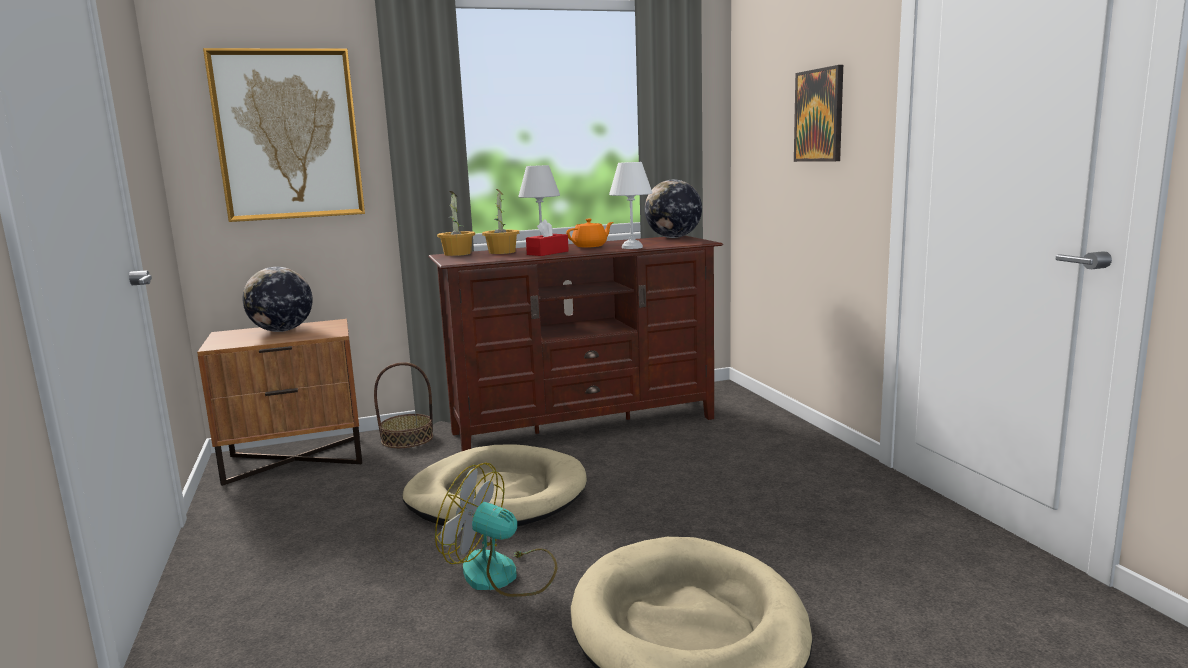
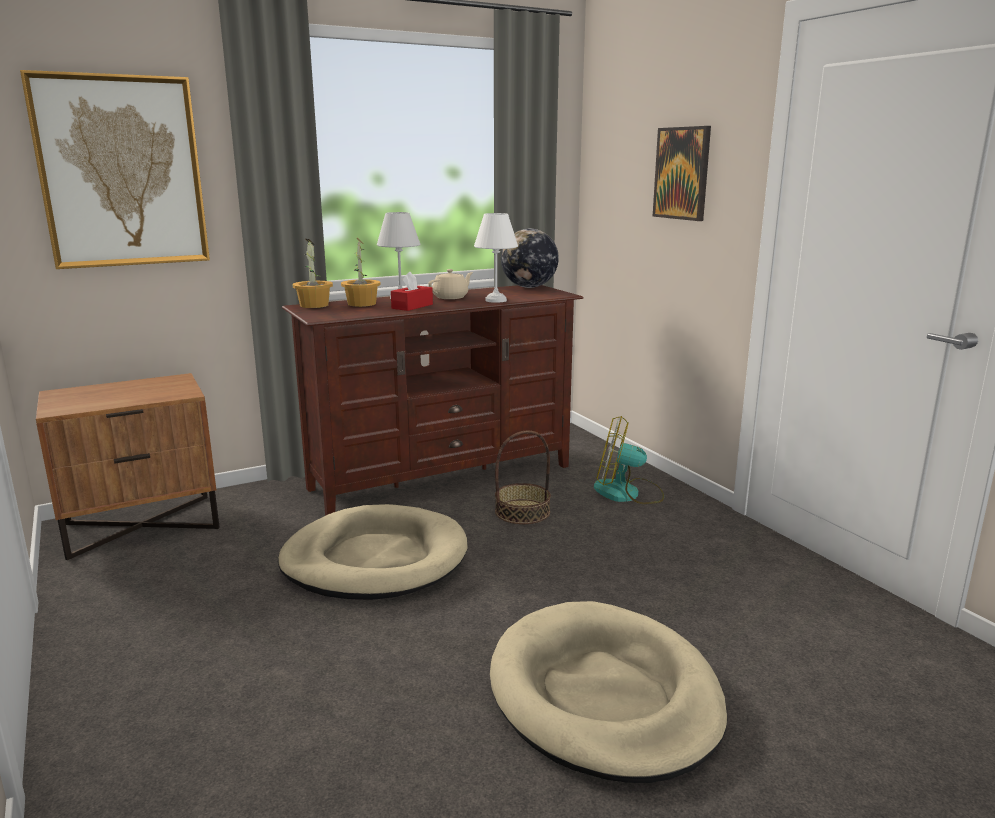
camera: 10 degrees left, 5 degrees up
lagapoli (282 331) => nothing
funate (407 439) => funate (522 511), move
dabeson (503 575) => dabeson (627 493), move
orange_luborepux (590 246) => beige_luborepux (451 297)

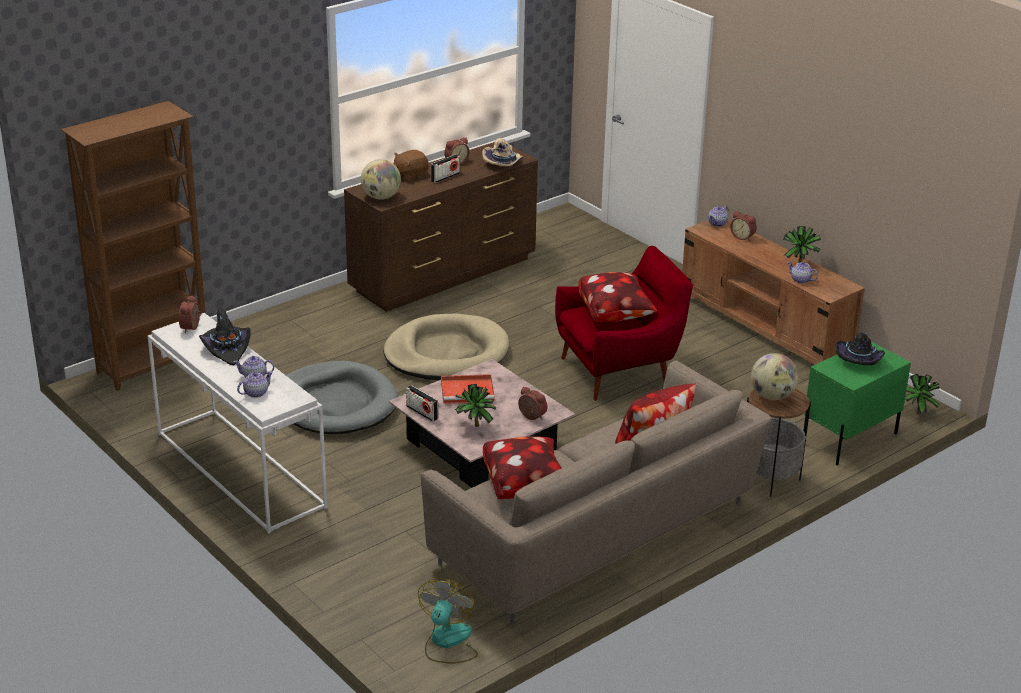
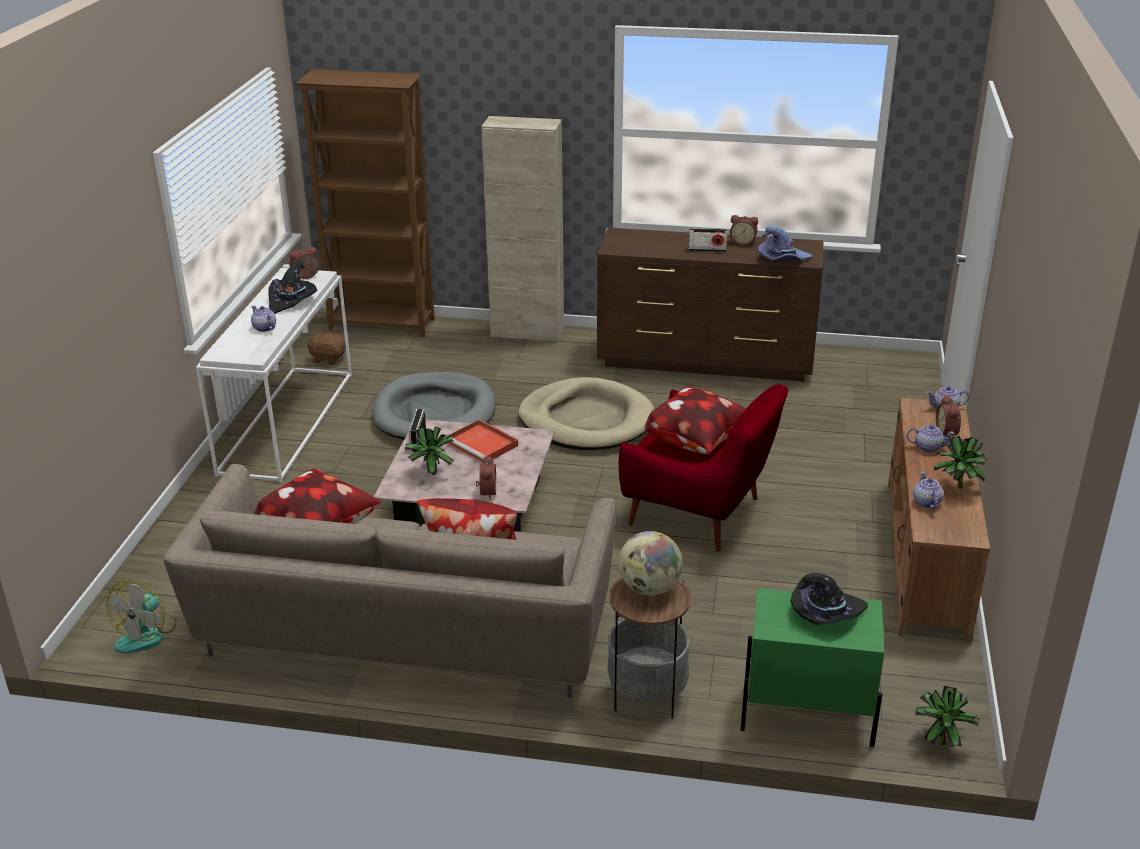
camera: 50 degrees right, 0 degrees up
lagapoli (381 197) => nothing
nothing => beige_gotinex (527 333)
luborepux (256 393) => luborepux (928 447), move
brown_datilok (410 175) => brown_datilok (328 358), move
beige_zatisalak (503 164) => purple_zatisalak (782 259)
dabeson (447 642) => dabeson (147 634), 135 degrees clockwise

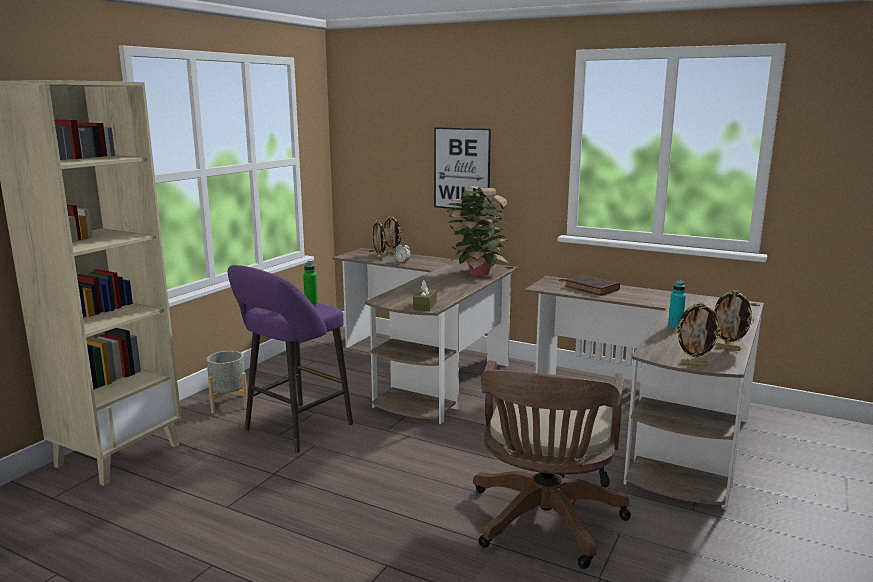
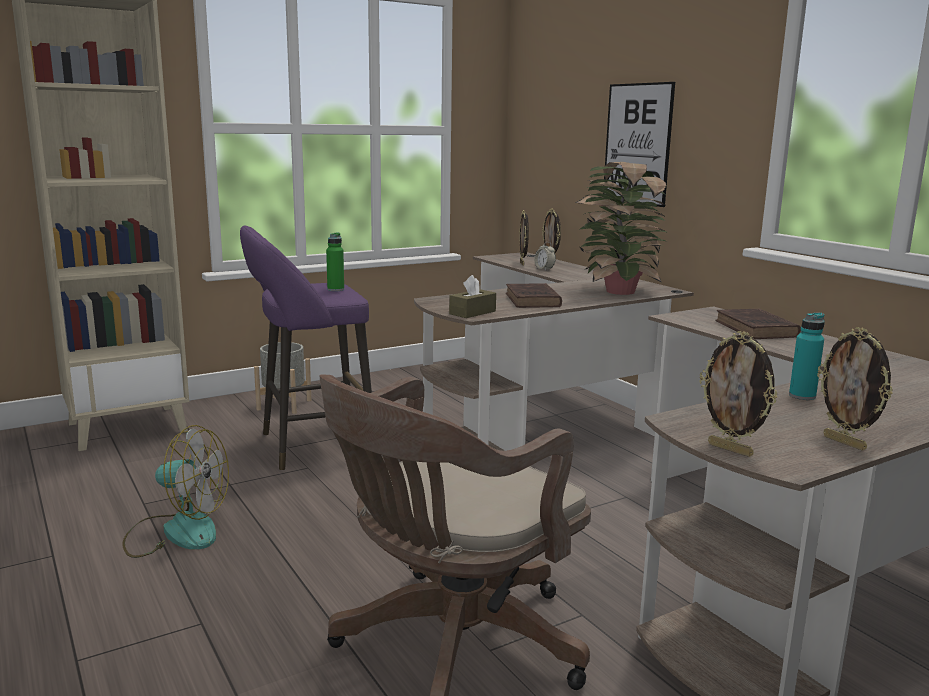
camera: 30 degrees right, 0 degrees up
nothing => dabeson (176 532)
nothing => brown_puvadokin (533 301)

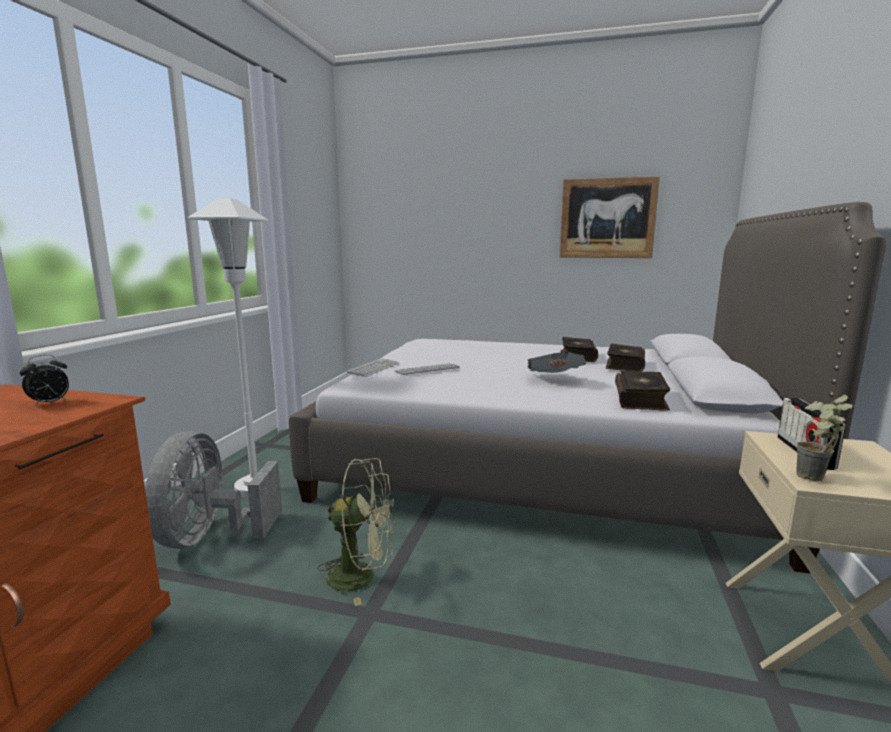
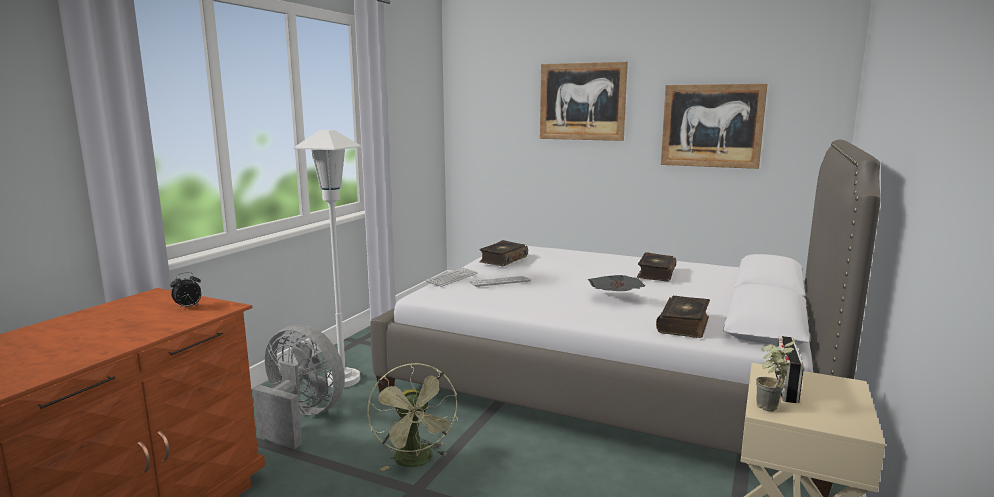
camera: 10 degrees right, 0 degrees up
nothing => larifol (582 101)
puvadokin (624 365) => puvadokin (503 260), move
grey_dabeson (210 536) => grey_dabeson (301 418), 105 degrees clockwise
green_dabeson (362 576) => green_dabeson (416 462), 60 degrees clockwise

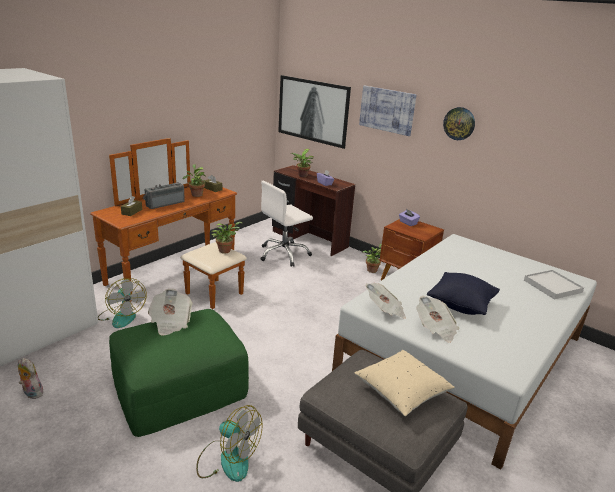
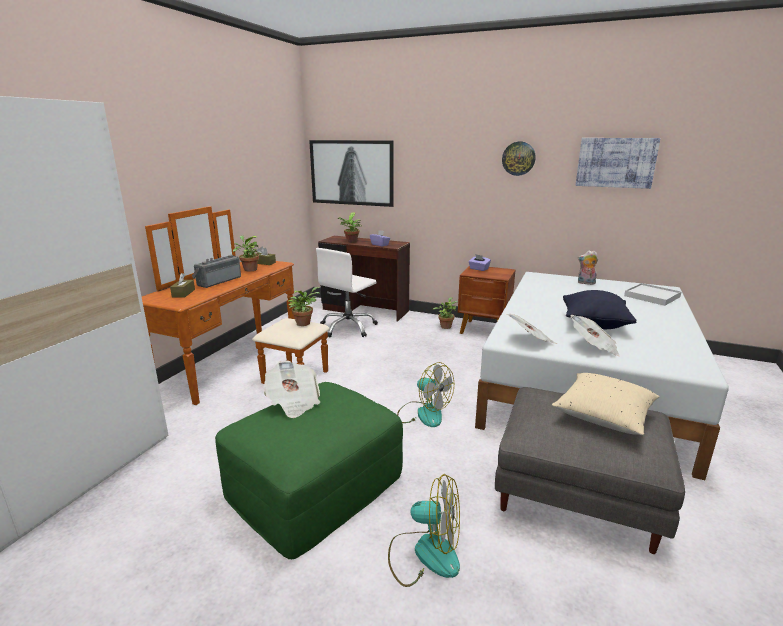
camera: 15 degrees left, 5 degrees down
datilok (31 393) => datilok (585 283), move
dabeson (122 316) => dabeson (423 413), move
larifol (387 110) => larifol (616 162), move

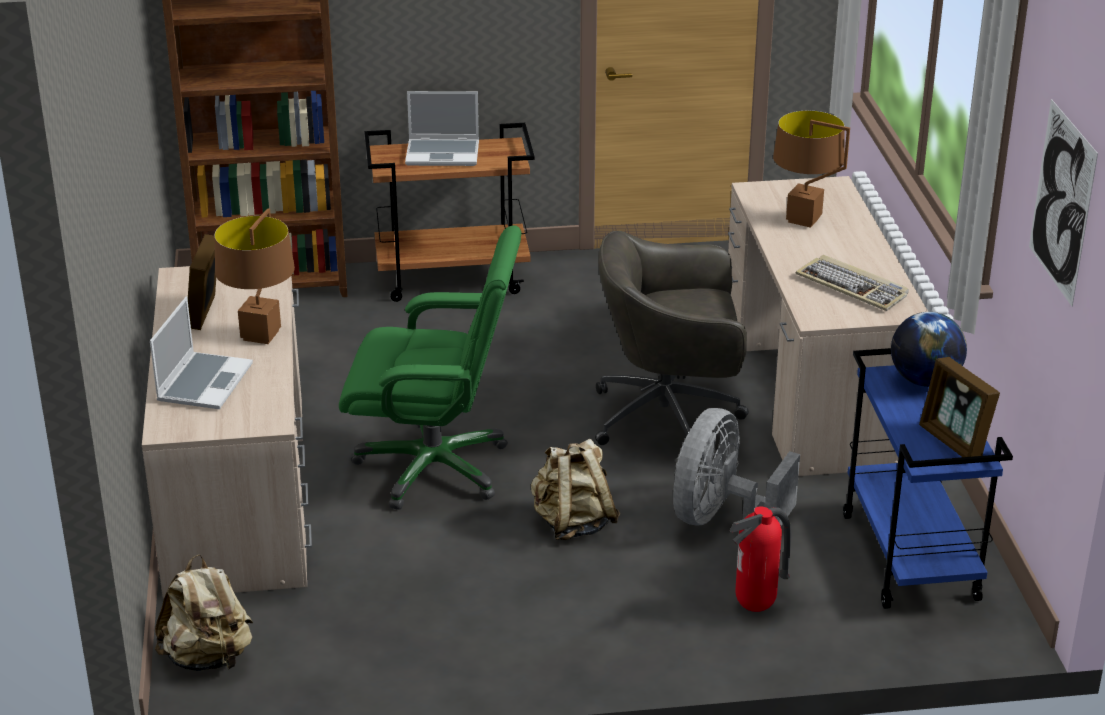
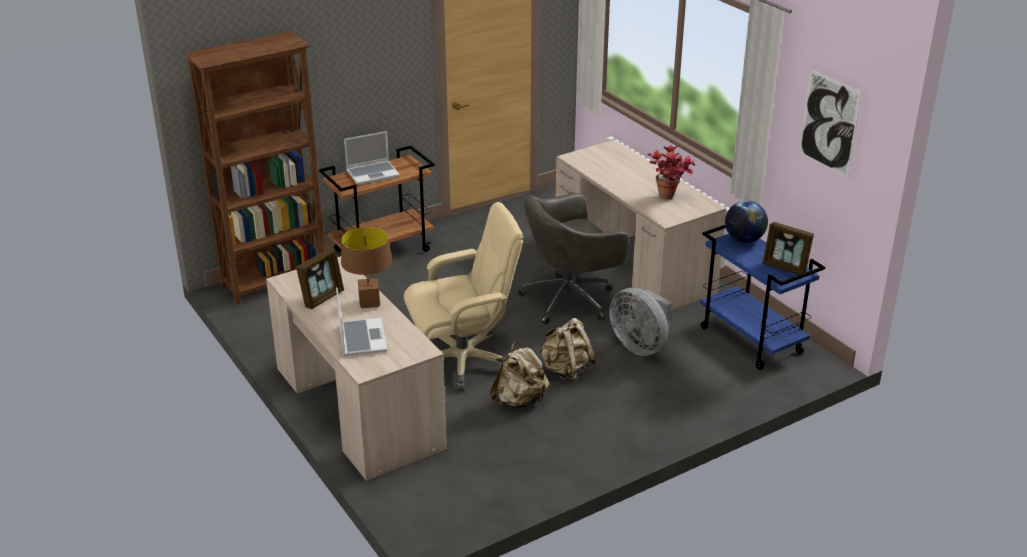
camera: 25 degrees left, 0 degrees up
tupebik (755 607) => nothing
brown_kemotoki (804 220) => nothing
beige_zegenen (208 658) => beige_zegenen (519 401), move
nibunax (853 287) => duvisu (670 198)
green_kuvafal (435 467) => beige_kuvafal (463 361)
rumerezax (206 313) => rumerezax (322 298), 120 degrees counterclockwise
grey_dabeson (720 517) => grey_dabeson (640 346), 45 degrees counterclockwise

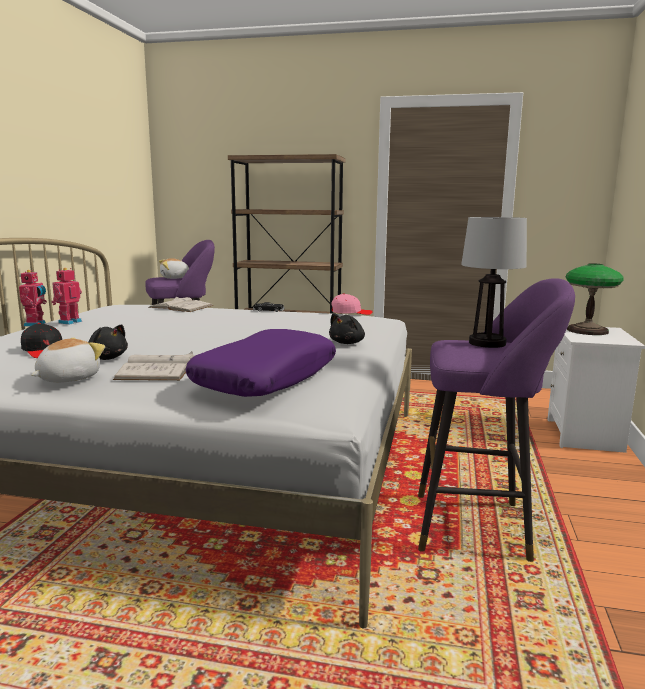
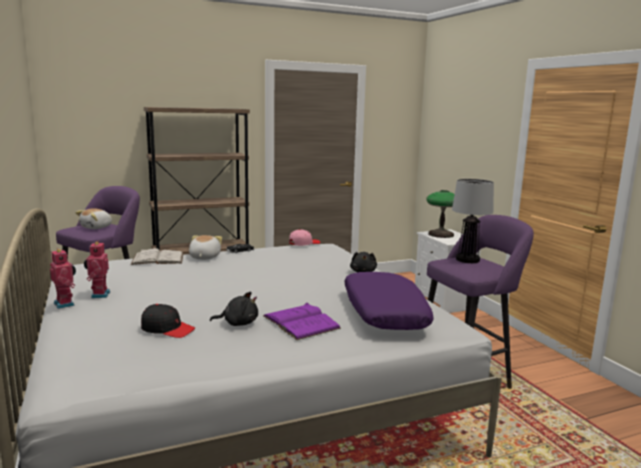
camera: 35 degrees left, 0 degrees up
datilok (67 378) => datilok (204 257), move
white_puvadokin (158 368) => purple_puvadokin (301 322)

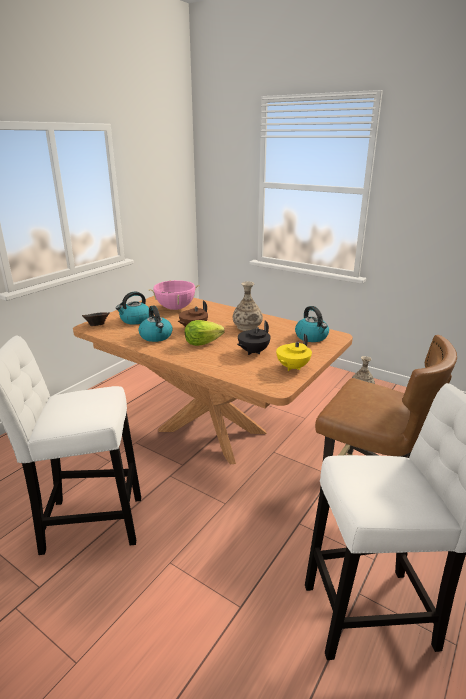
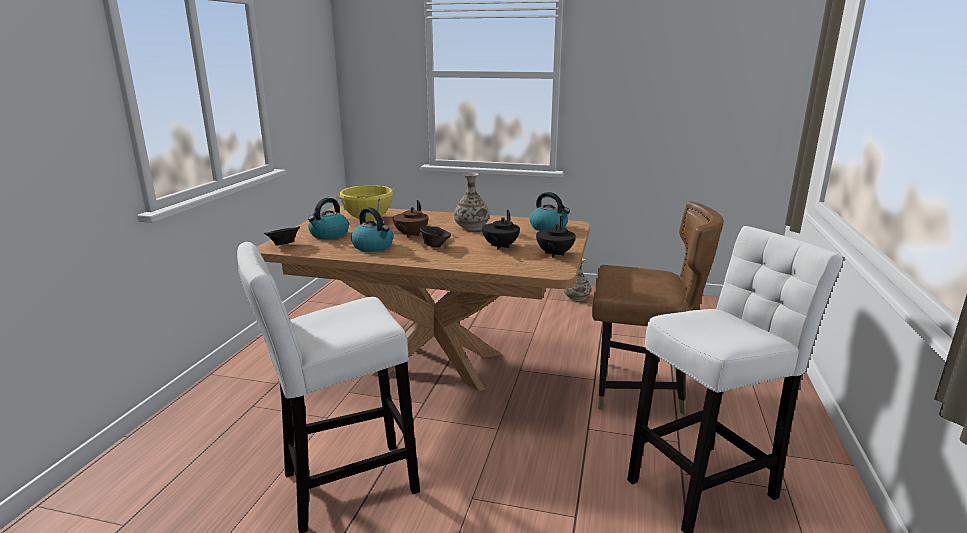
camera: 20 degrees left, 5 degrees down
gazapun (202 343) => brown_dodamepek (435 246)
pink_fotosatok (175 308) => yellow_fotosatok (368 219)
yellow_luborepux (292 367) => black_luborepux (554 254)

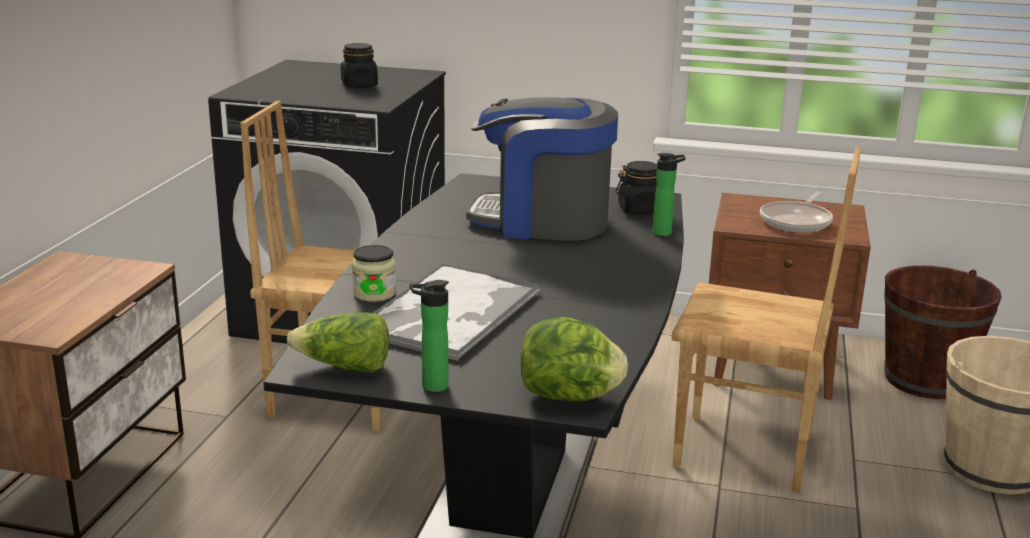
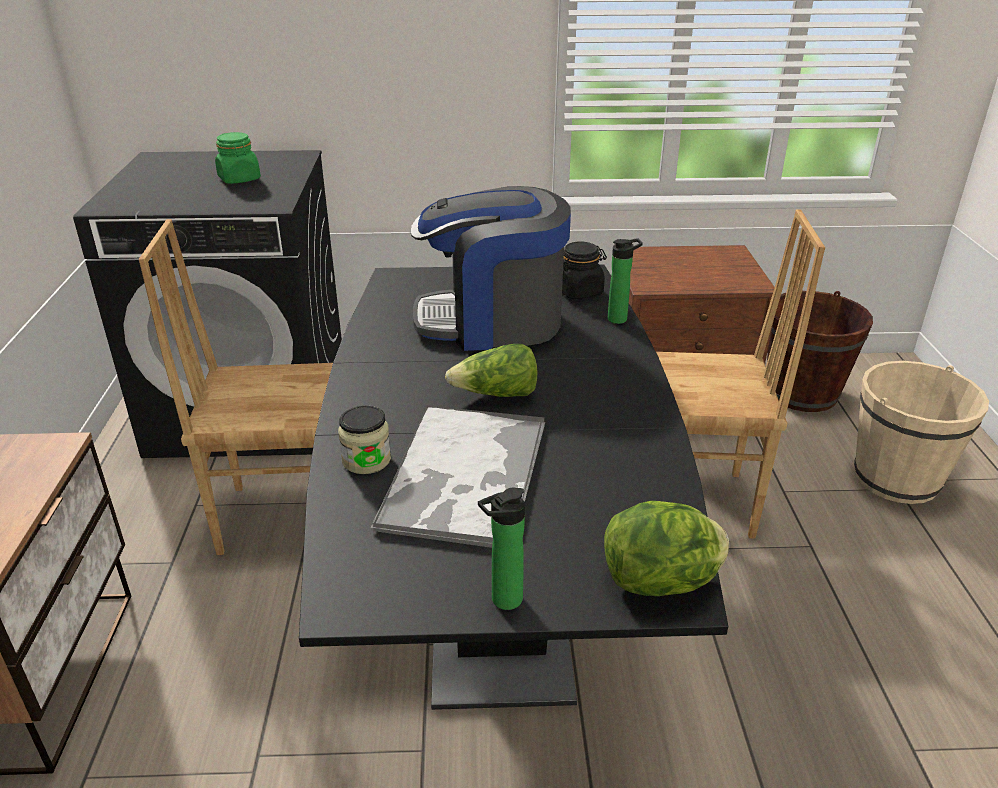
camera: 15 degrees left, 10 degrees up
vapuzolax (797 221) => nothing
gazapun (344 367) => gazapun (496 394), move
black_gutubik (359 85) => green_gutubik (239 179)

